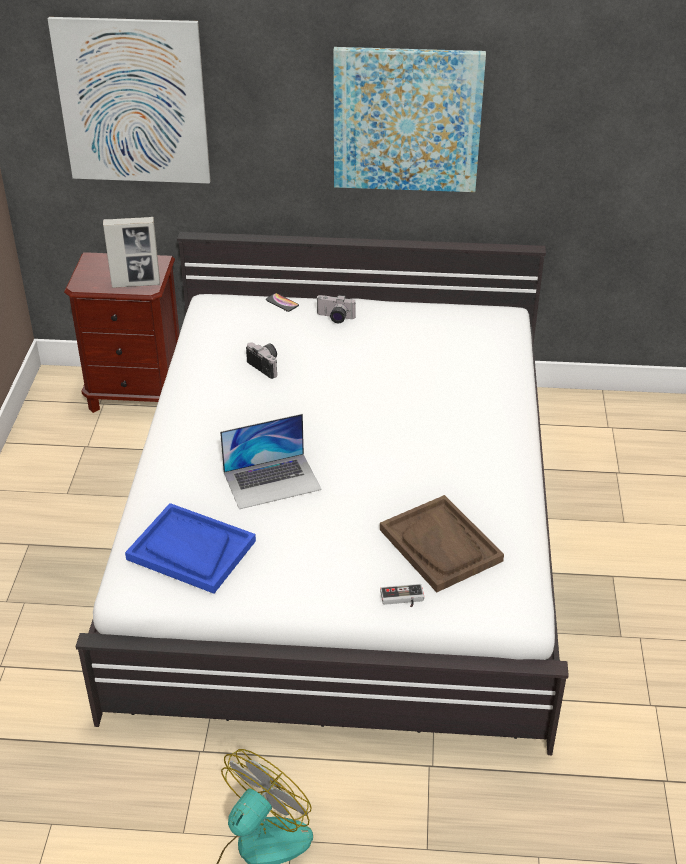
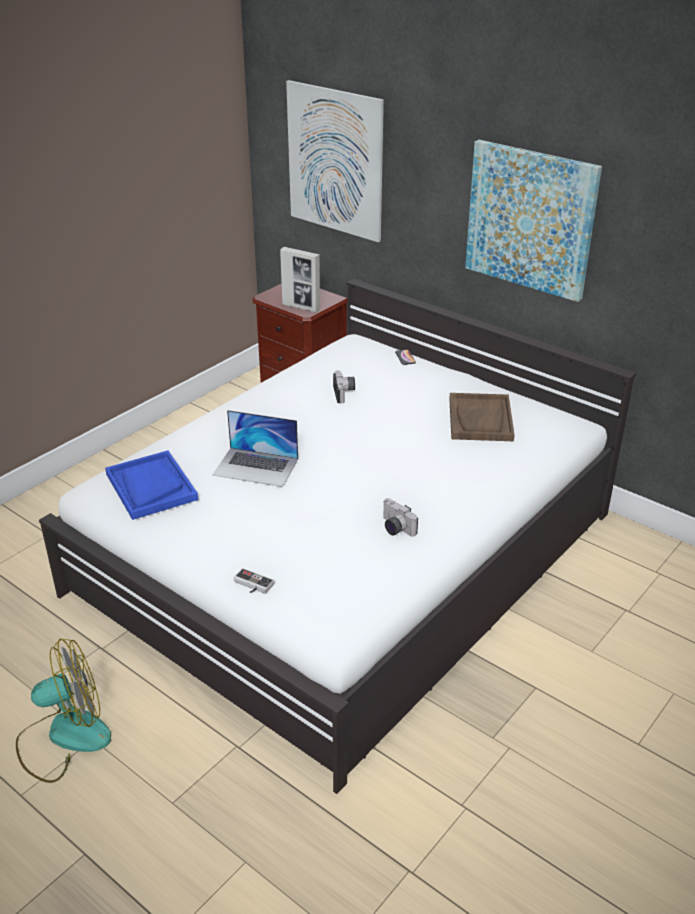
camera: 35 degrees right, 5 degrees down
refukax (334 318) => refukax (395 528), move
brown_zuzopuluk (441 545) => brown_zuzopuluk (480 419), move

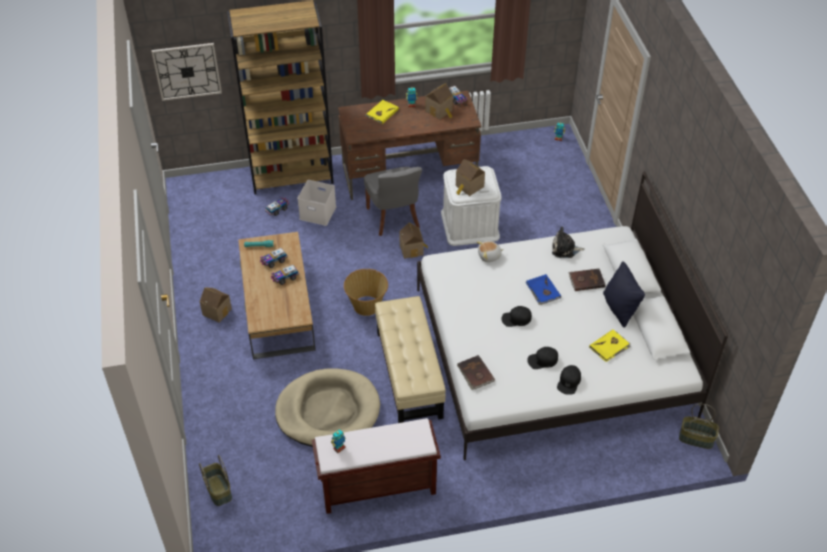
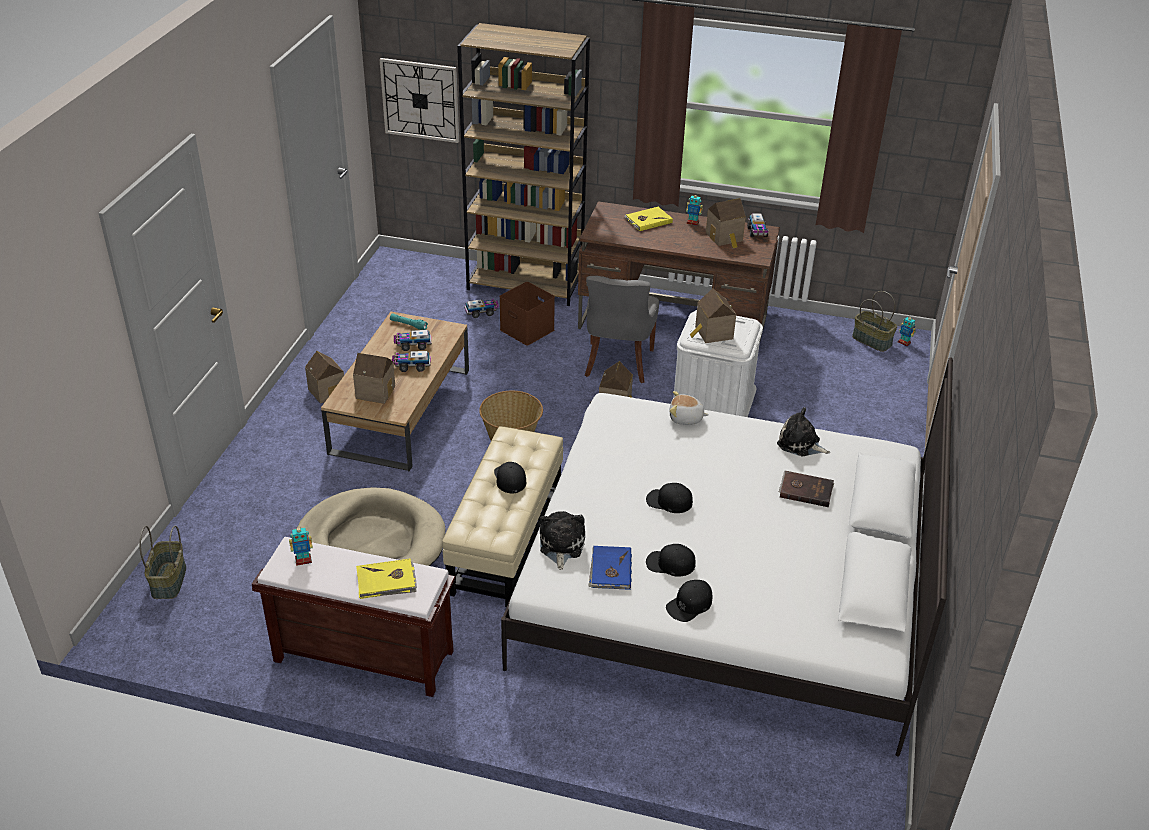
camera: 25 degrees right, 10 degrees down
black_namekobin (619 308) => nothing
nothing => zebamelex (376 391)
nothing => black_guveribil (509 478)
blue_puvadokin (542 291) => blue_puvadokin (610 570), move
yellow_puvadokin (609 347) => yellow_puvadokin (386 581), move
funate (696 438) => funate (872 341), move
brown_puvadokin (475 374) => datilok (561 546)
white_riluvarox (318 212) => brown_riluvarox (528 330)

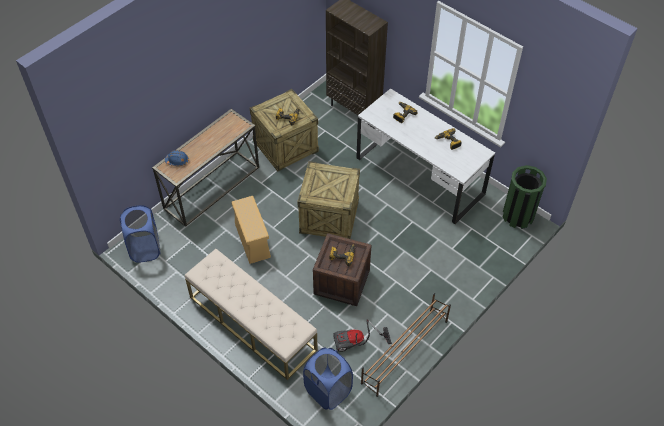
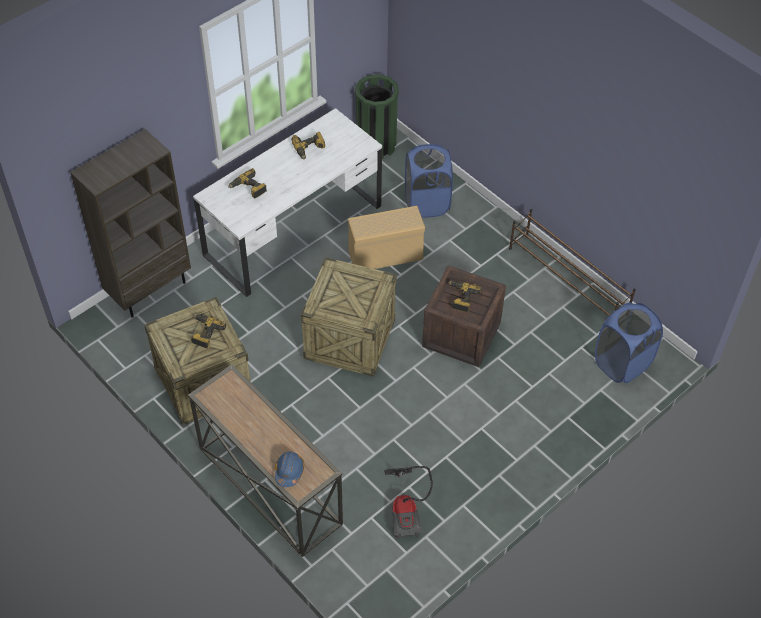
camera: 85 degrees left, 0 degrees up
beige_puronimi (252 323) => nothing
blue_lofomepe (145 249) => blue_lofomepe (427 203), move
beige_riluvarox (252 240) => beige_riluvarox (384 256), move
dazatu (357 343) => dazatu (406 510), move

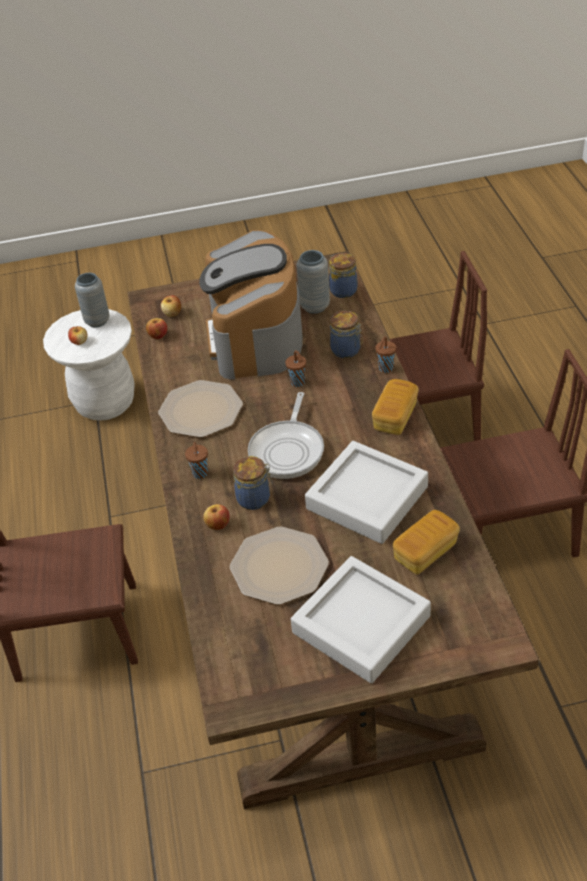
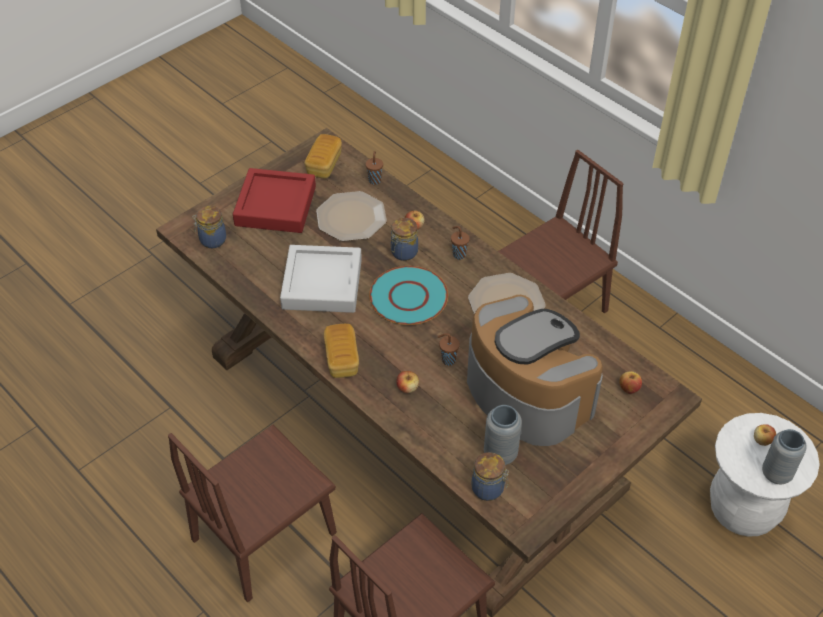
camera: 145 degrees right, 5 degrees up
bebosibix (158 336) => bebosibix (407 388), move
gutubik (347 350) => gutubik (211 240), move
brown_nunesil (385 369) => brown_nunesil (375 180), move
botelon (425 552) => botelon (324 165), move
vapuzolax (288 450) => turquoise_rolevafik (408 297)
grey_zuzopuluk (361 624) => red_zuzopuluk (275 206)

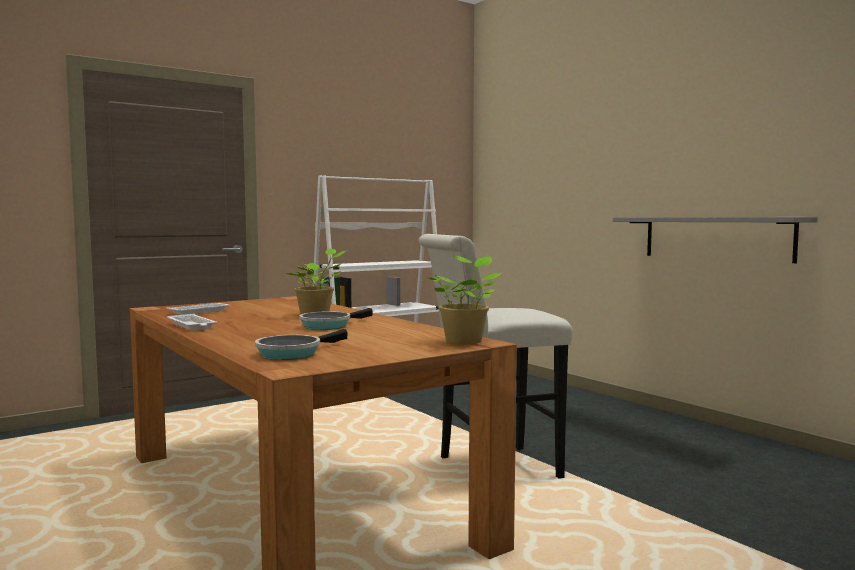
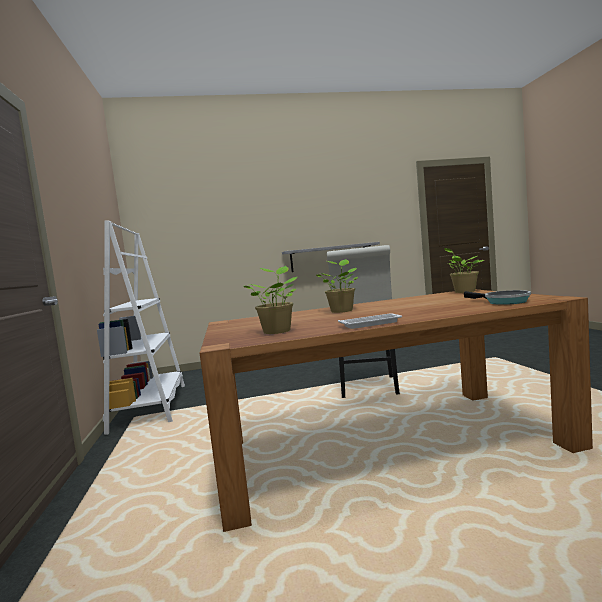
camera: 65 degrees left, 0 degrees up
vapuzolax (328 325) => nothing
white_zuzopuluk (200 312) => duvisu (278 331)

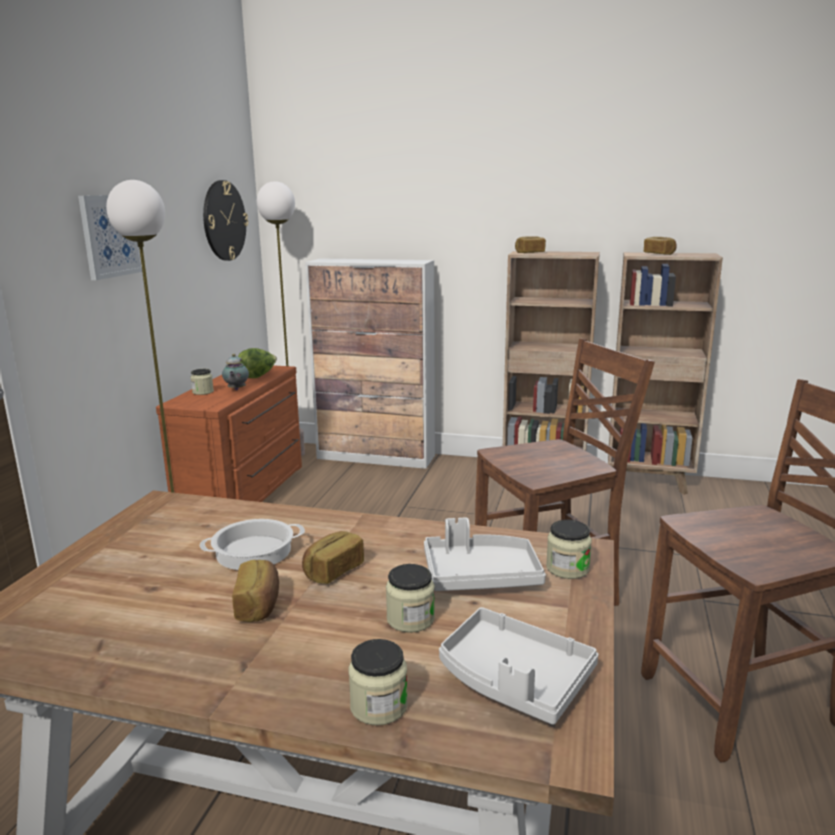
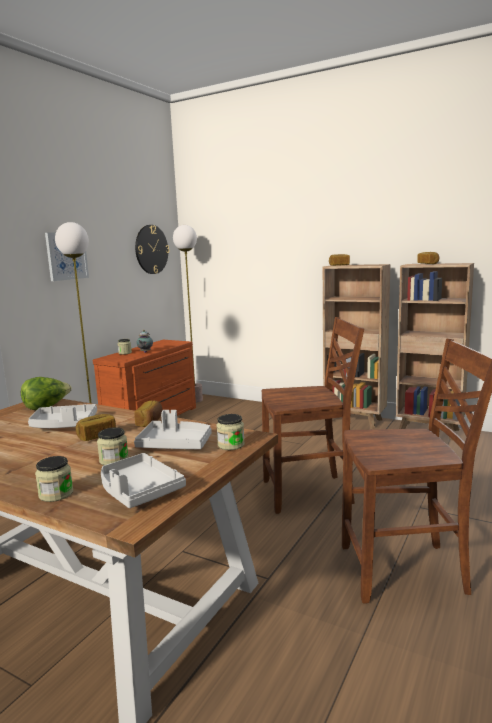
camera: 15 degrees right, 5 degrees down
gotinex (376 457) => nothing
botelon (259 605) => botelon (150 422), move
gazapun (258 376) => gazapun (47 407), move
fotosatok (253 552) => grey_zuzopuluk (64 425)

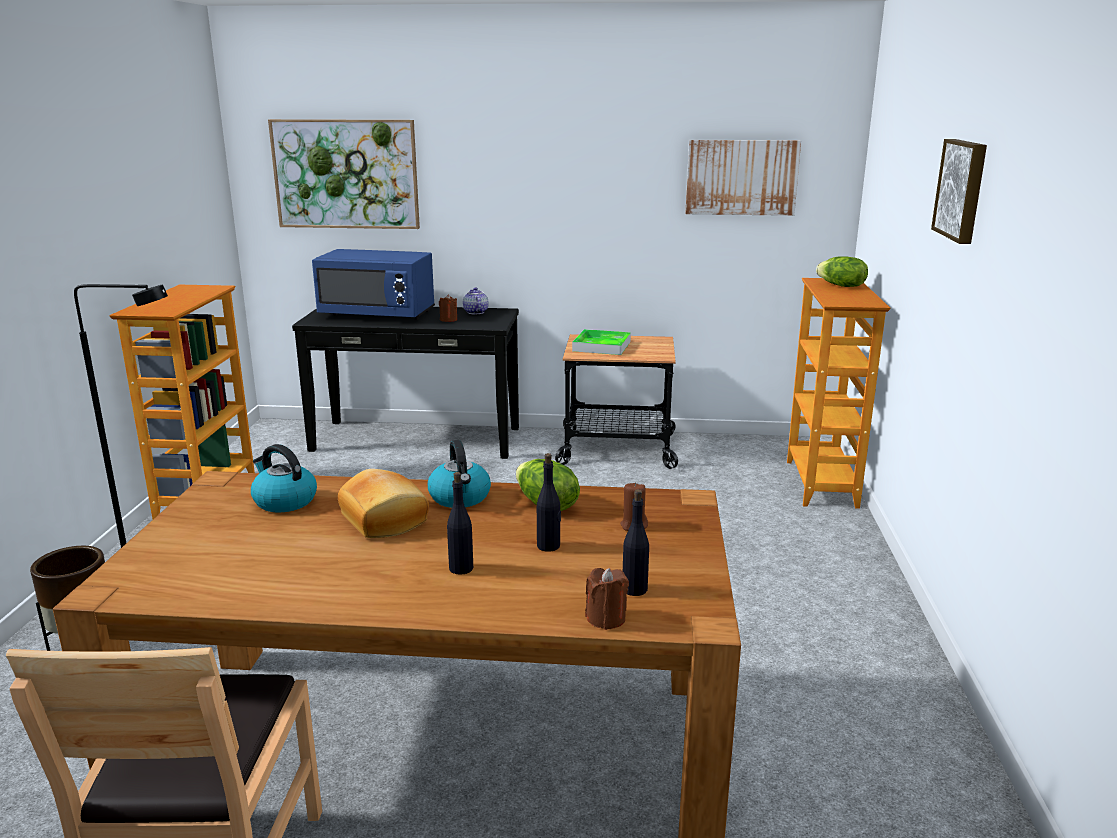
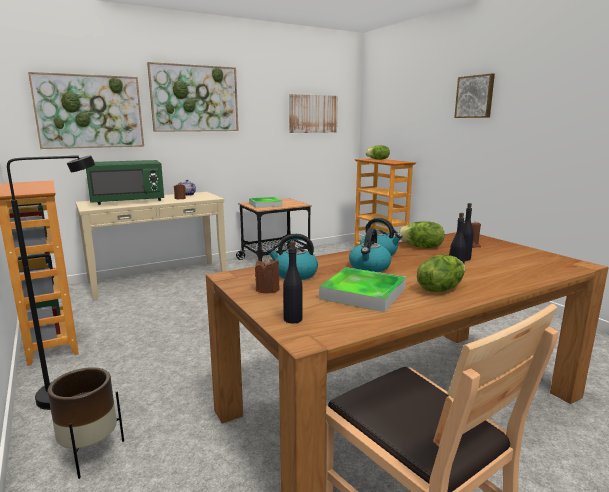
camera: 35 degrees left, 5 degrees down
nothing => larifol (195 98)
nothing => zuzopuluk (363 293)
nothing => gazapun (440 289)
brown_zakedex (606 618) => brown_zakedex (268 289), move
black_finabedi (635 589) => black_finabedi (293 319), move
botelon (386 519) => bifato (369 268)
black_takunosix (416 439) => beige_takunosix (158 279)
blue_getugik (378 314) => green_getugik (128 201)

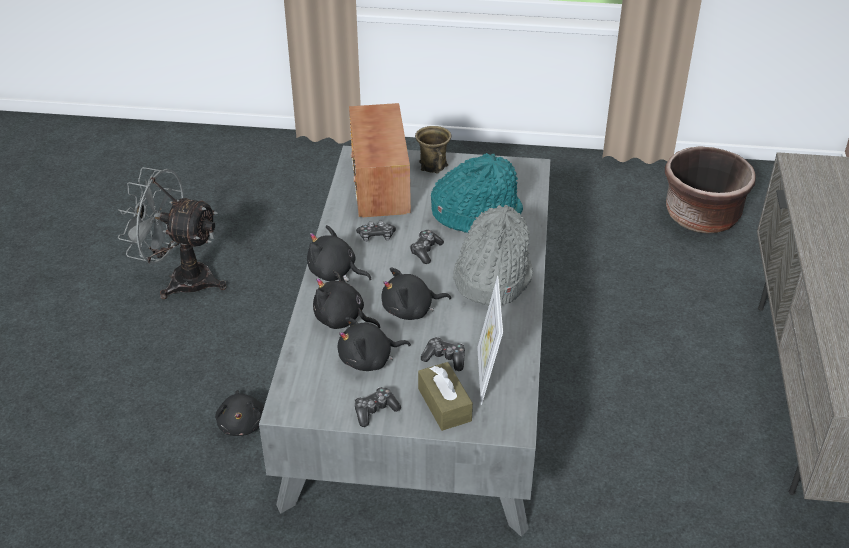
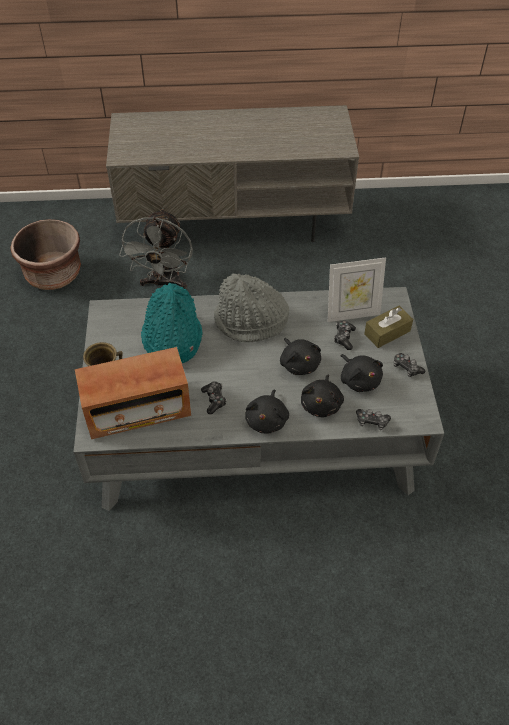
camera: 100 degrees left, 10 degrees up
black_datilok (242 423) => nothing
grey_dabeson (181 279) => grey_dabeson (164 283), move
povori (425 251) => povori (372 422), move

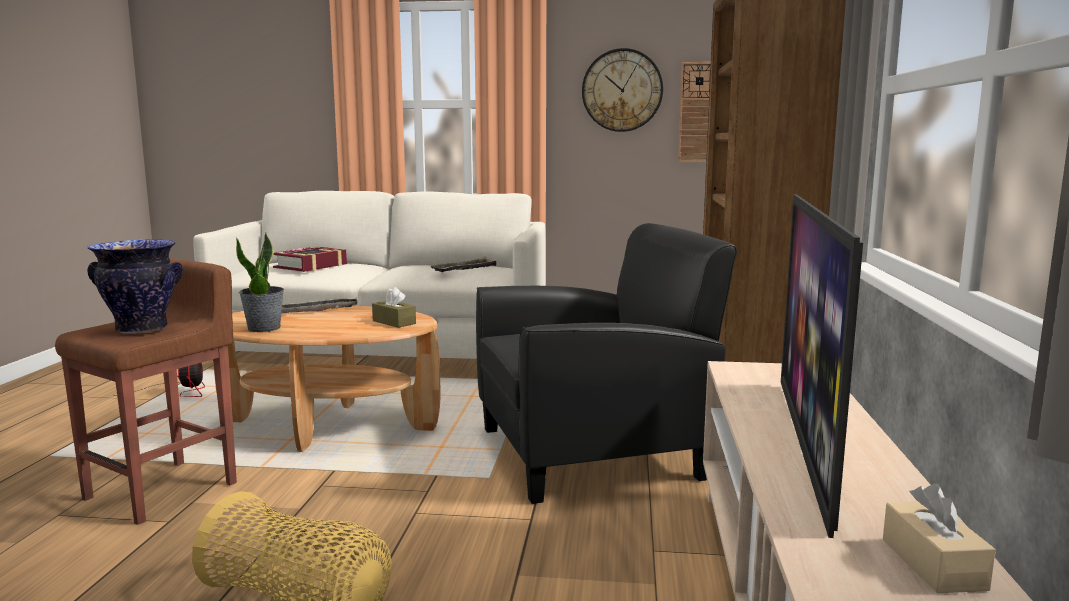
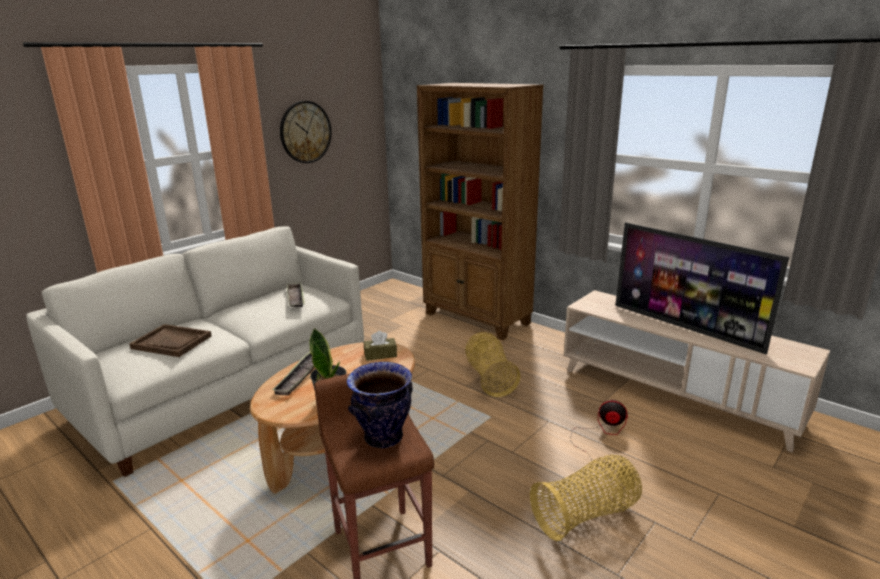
camera: 55 degrees left, 10 degrees up
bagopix (698 112) => nothing
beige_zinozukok (933 564) => nothing
dabeson (180 391) => dabeson (600 433), move
puvadokin (311 266) => brown_zuzopuluk (172 342)
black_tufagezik (592 452) => funate (490 378)

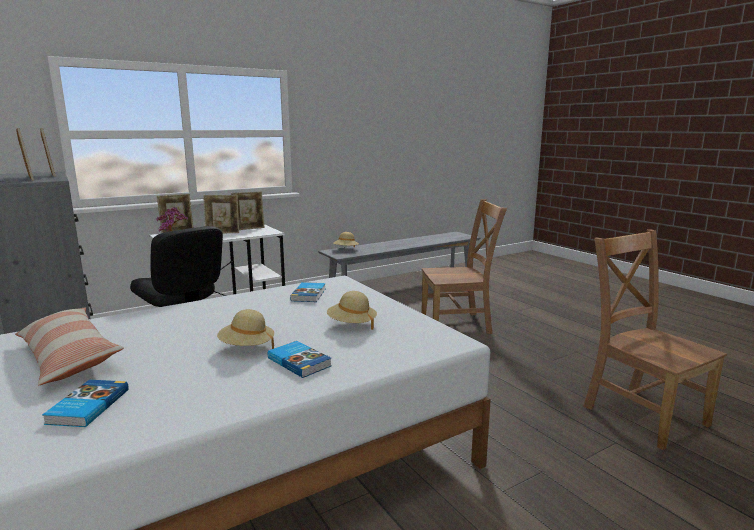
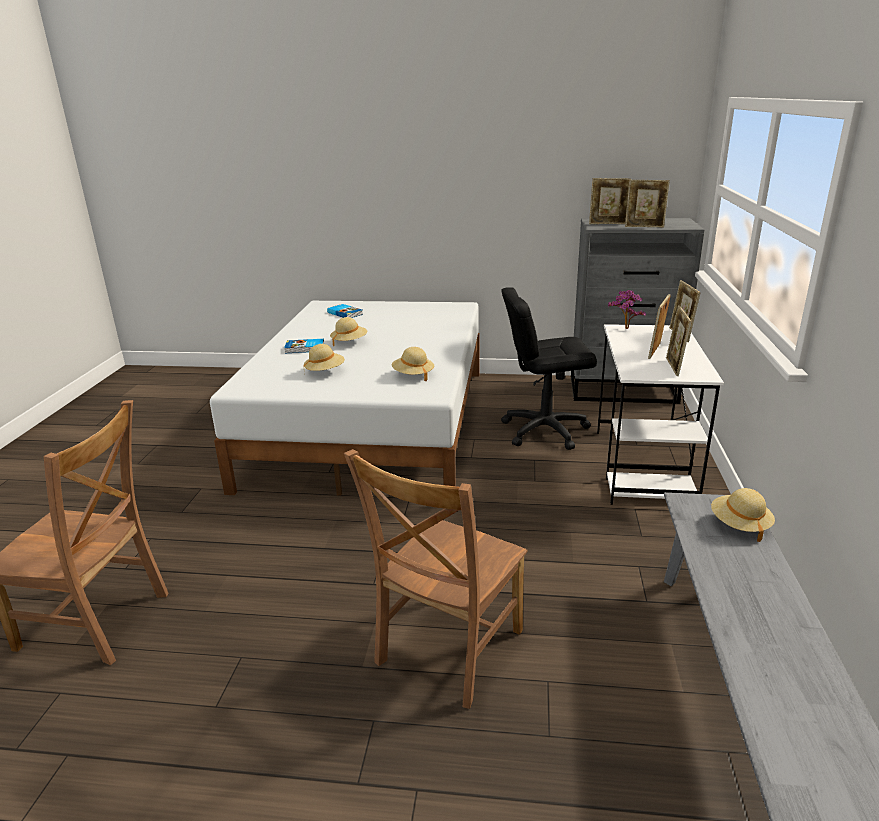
camera: 130 degrees right, 10 degrees up
namekobin (68 357) => nothing
puvadokin (309 294) => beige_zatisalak (413 375)

